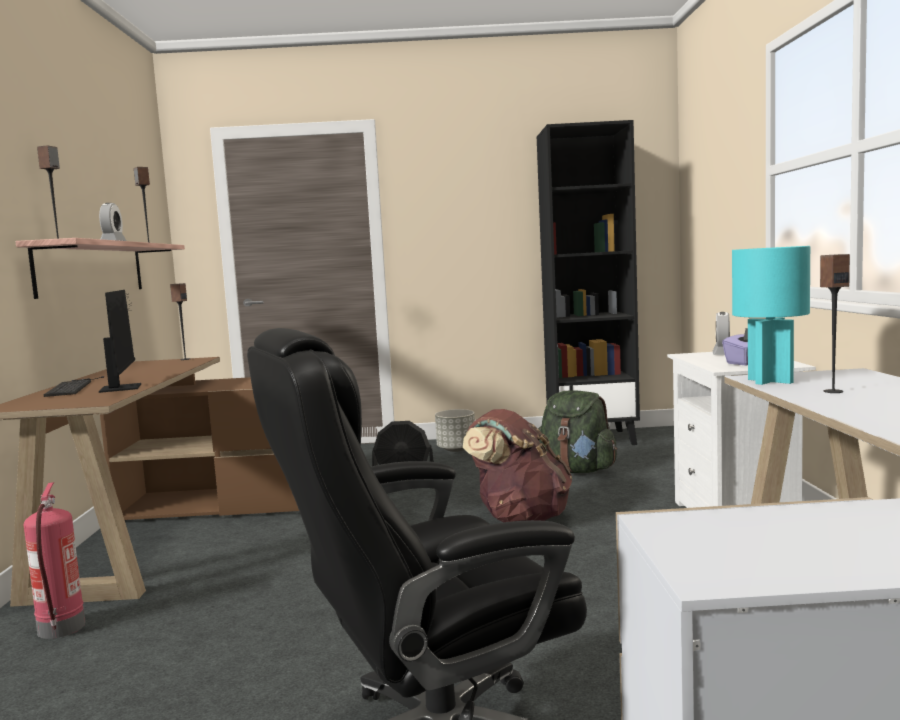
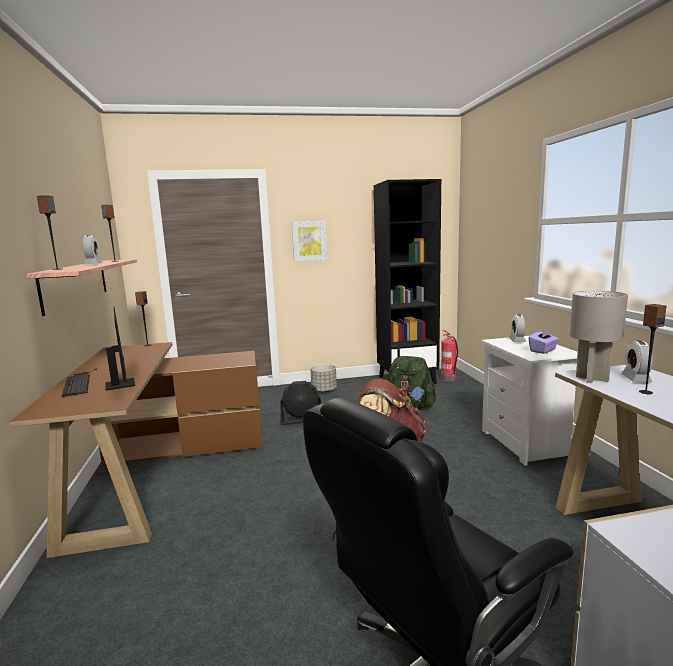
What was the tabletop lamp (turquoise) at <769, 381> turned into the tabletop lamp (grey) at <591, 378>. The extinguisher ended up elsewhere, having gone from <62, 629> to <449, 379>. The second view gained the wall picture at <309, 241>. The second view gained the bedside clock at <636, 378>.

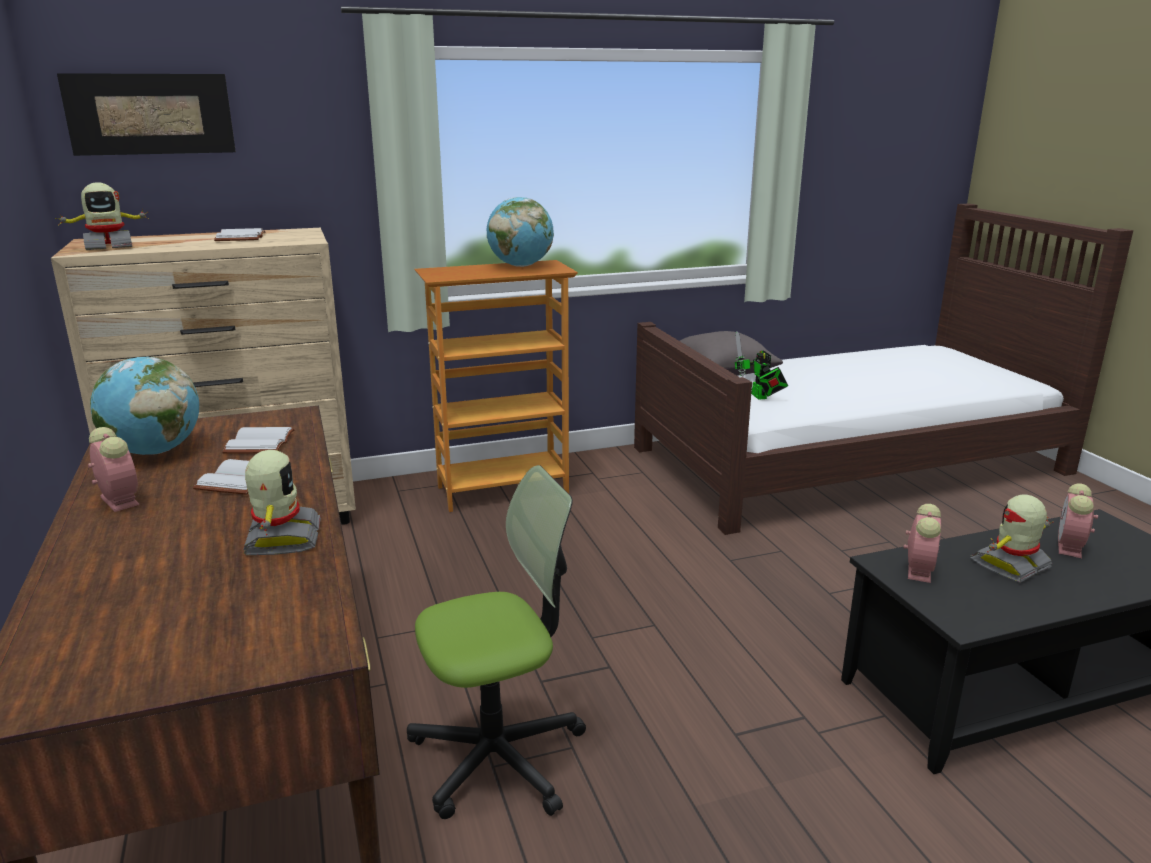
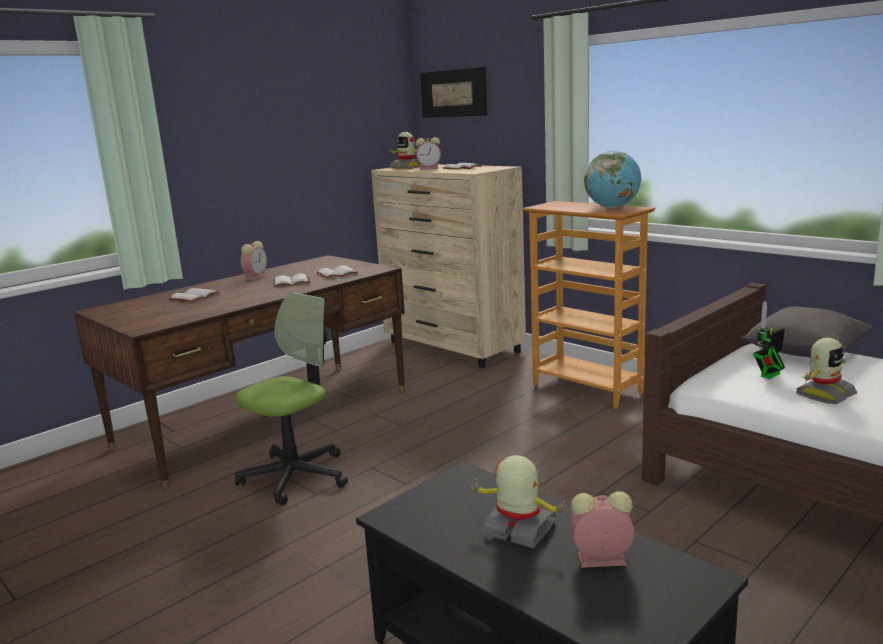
The second view lost the desk globe at <154, 451>. The toy robot ended up elsewhere, having gone from <281, 539> to <824, 394>. The computer chair at <498, 756> ended up facing another way, 90 degrees counterclockwise from before. The bedside clock ended up elsewhere, having gone from <918, 569> to <430, 168>. The second view gained the book (whitish) at <194, 297>.

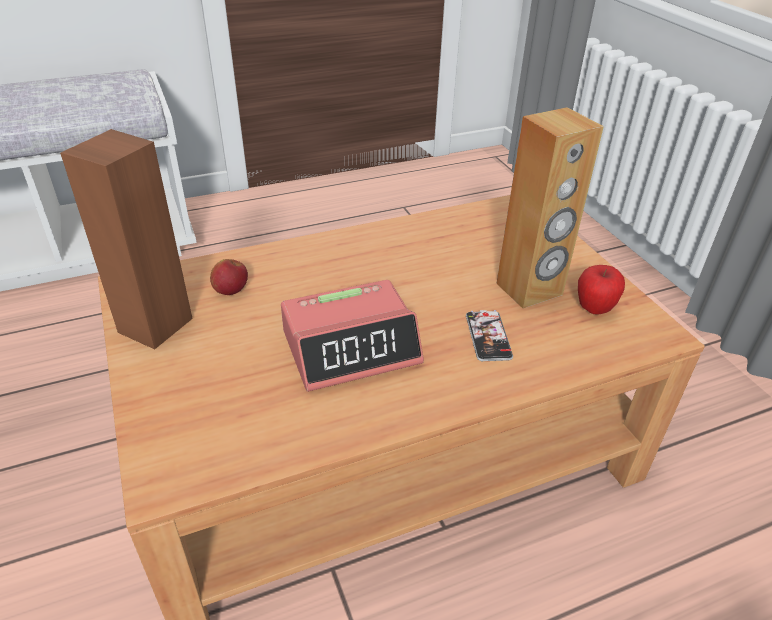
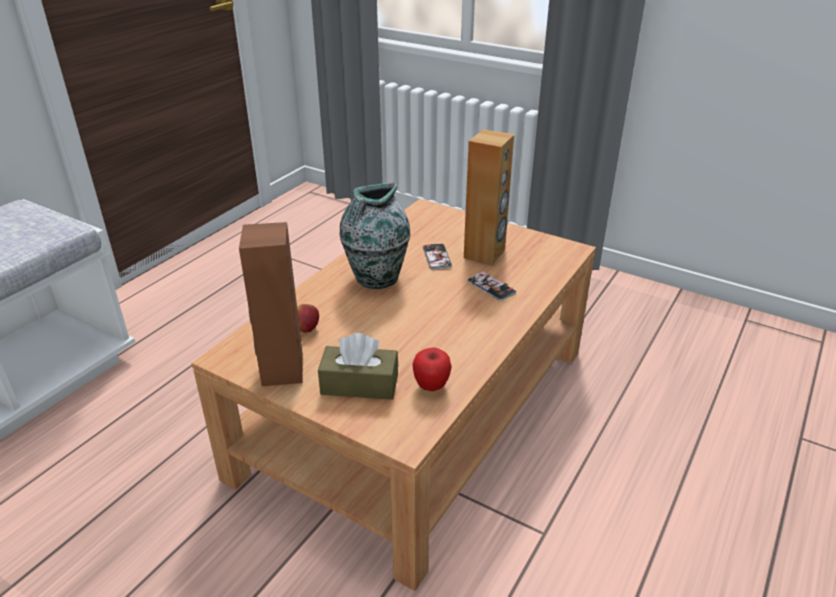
The apple fruit ended up elsewhere, having gone from <594, 309> to <431, 386>. The second view lost the bedside clock at <351, 347>. The second view gained the decorative vase at <376, 278>. The second view gained the handset at <437, 257>. The second view gained the tissue box (brownish) at <359, 384>.

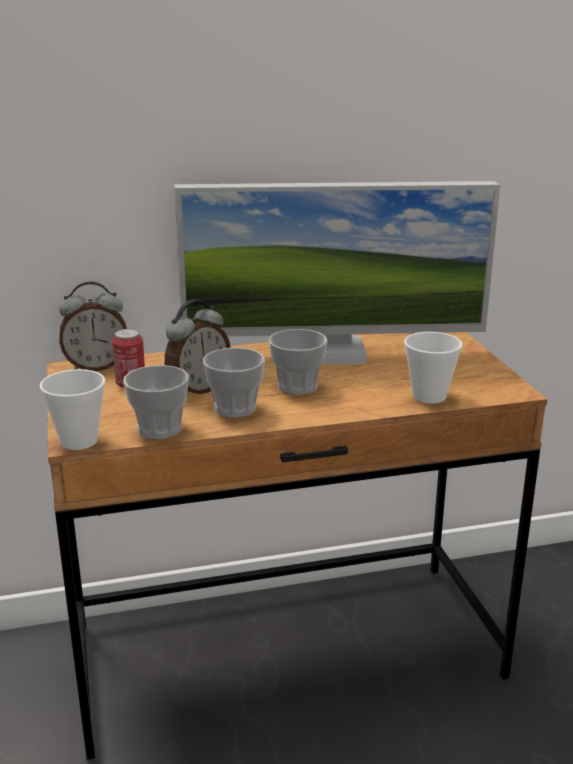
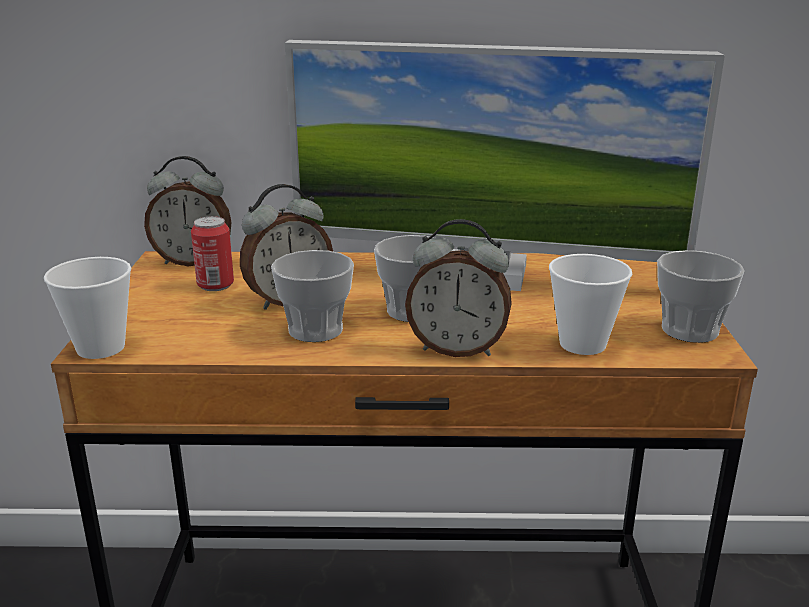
The drinking cup ended up elsewhere, having gone from <159, 429> to <689, 330>. The second view gained the bedside clock at <457, 349>.

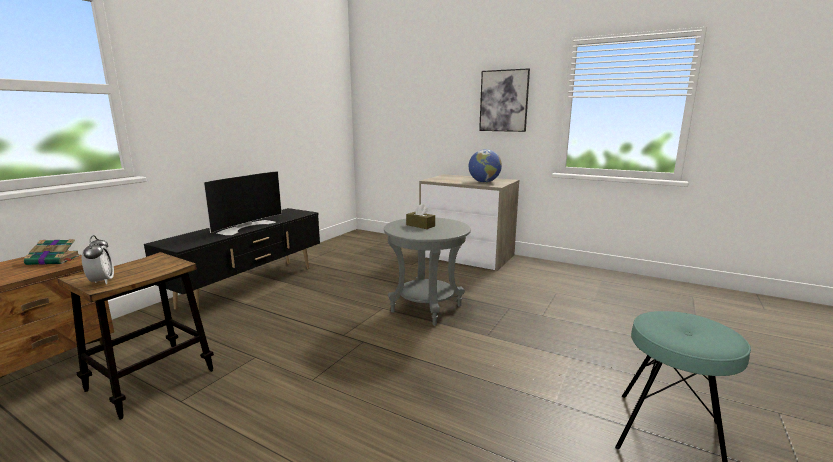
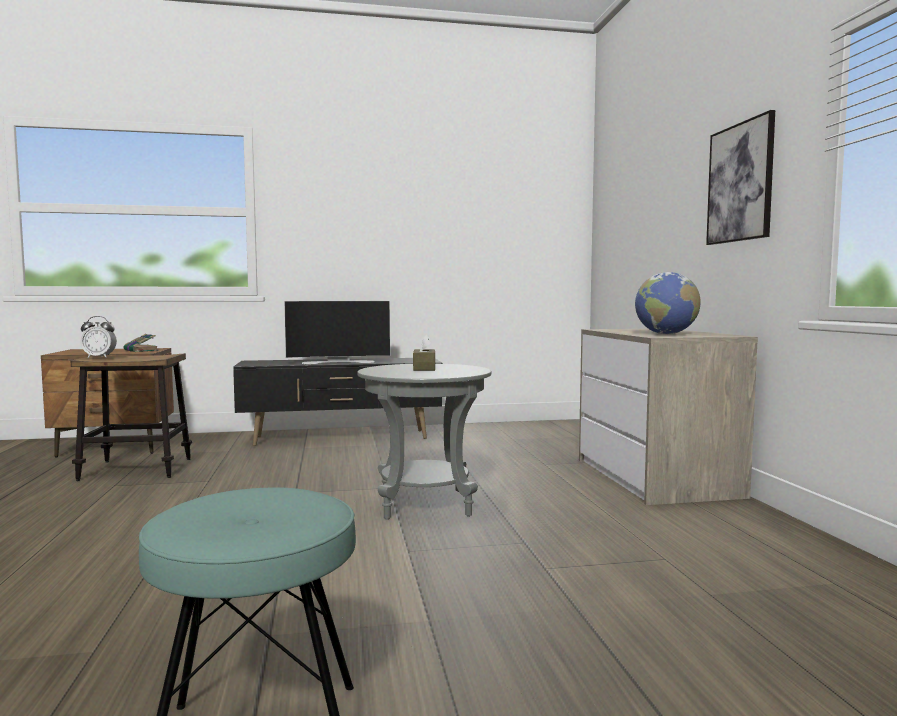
The bedside clock at <102, 281> ended up facing another way, 60 degrees clockwise from before.

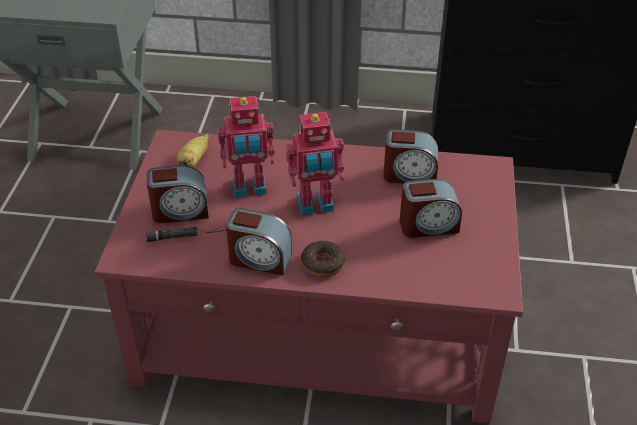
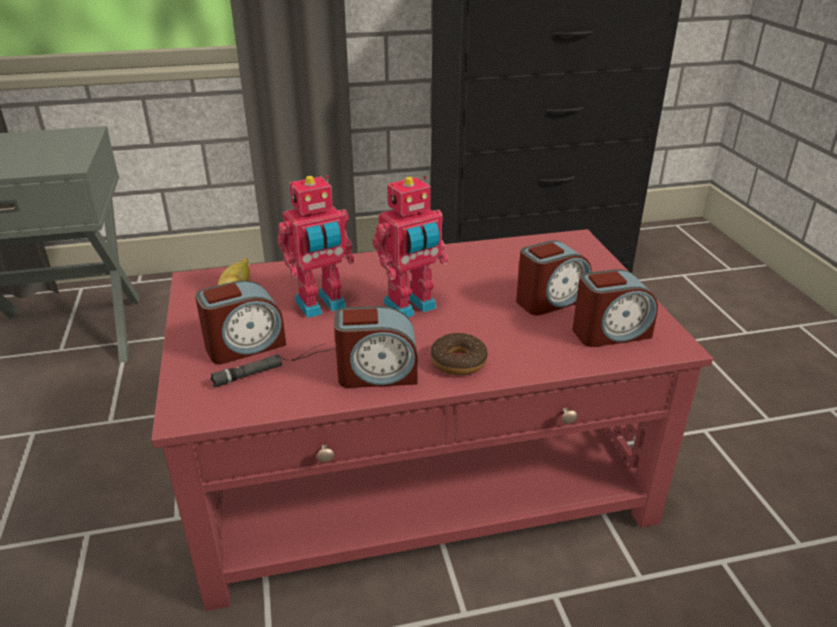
The bedside clock ended up elsewhere, having gone from <409, 175> to <610, 333>.

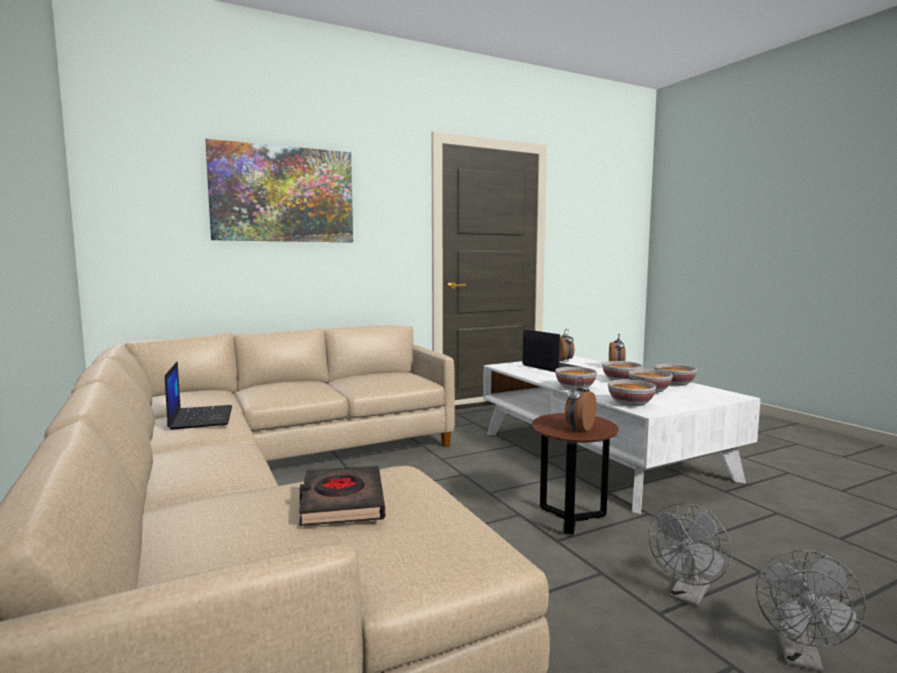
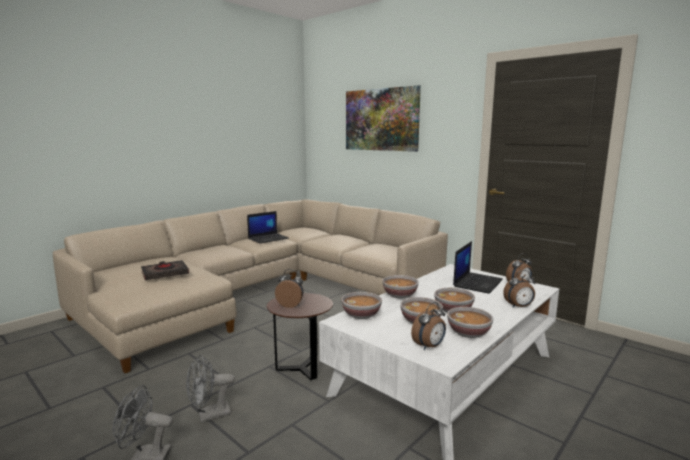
The fan (grey) at <688, 596> ended up facing another way, 45 degrees counterclockwise from before. The second view gained the bedside clock at <429, 346>.

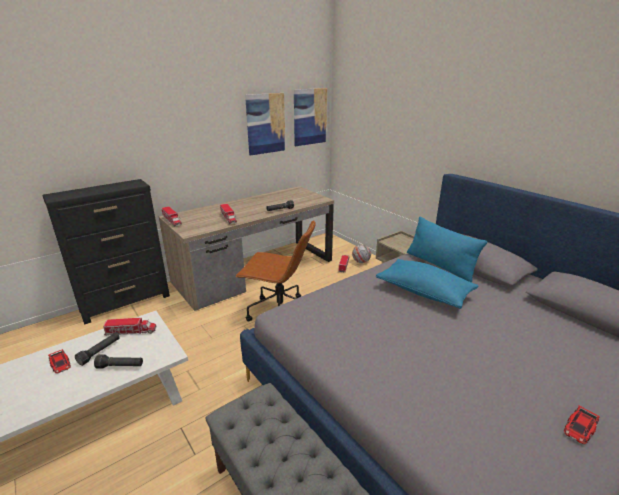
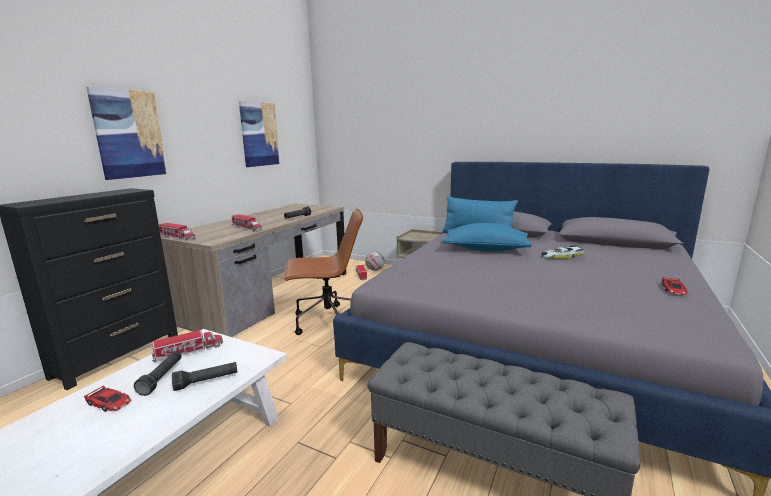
The wall picture ended up elsewhere, having gone from <310, 117> to <129, 134>. The second view gained the toy car at <560, 256>.

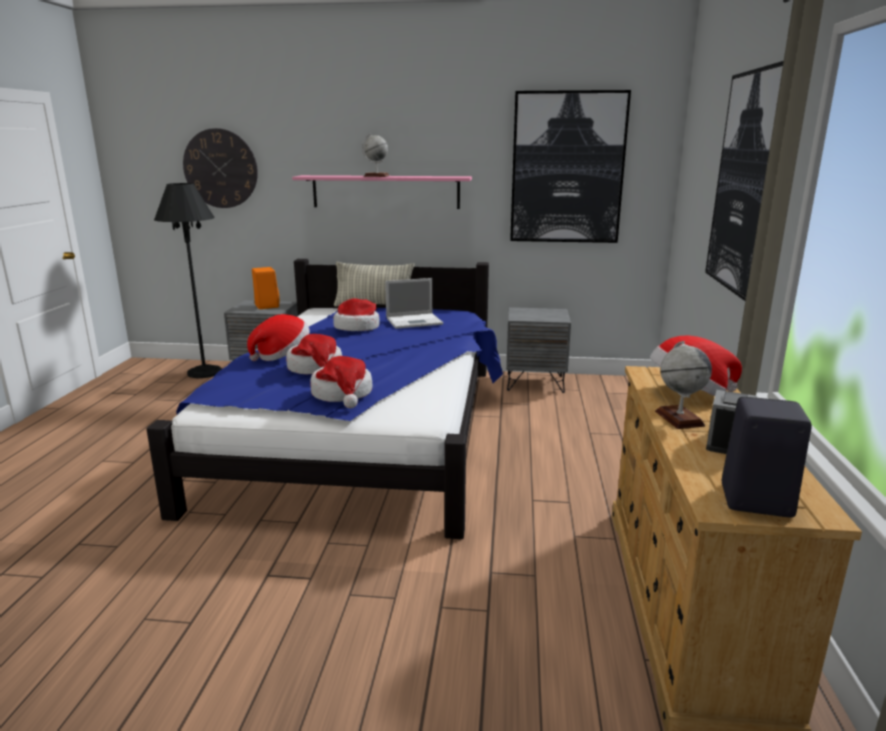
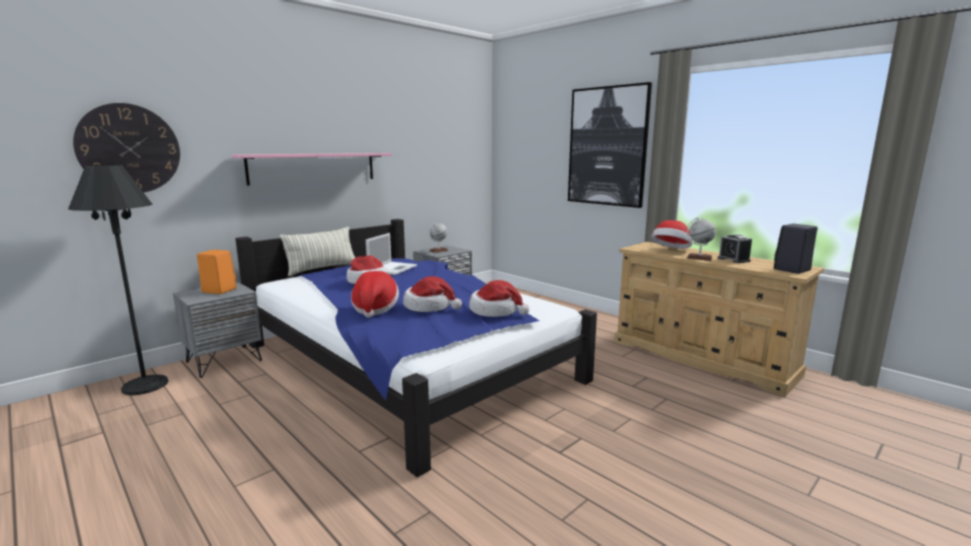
The second view lost the wall picture at <567, 168>. The desk globe ended up elsewhere, having gone from <376, 176> to <438, 251>.

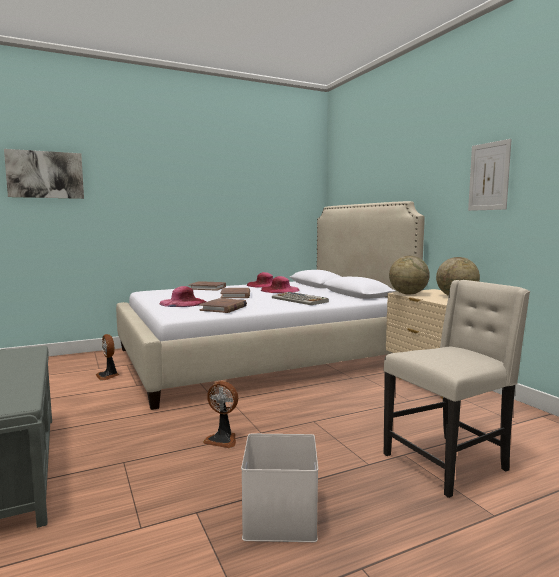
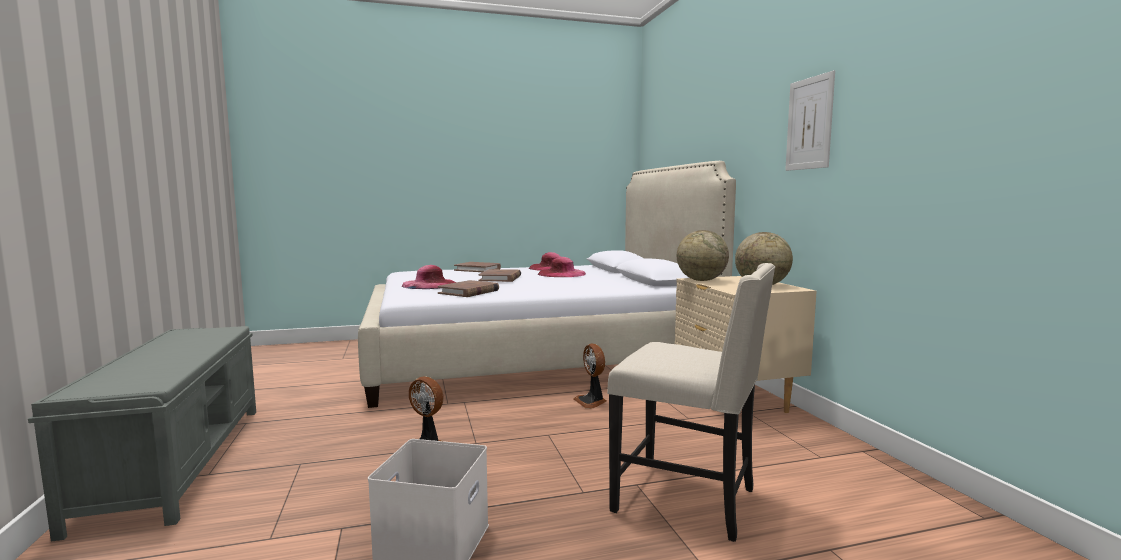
The second view lost the wall picture at <45, 174>. The plain chair (sand-coloured) at <447, 463> ended up facing another way, 45 degrees clockwise from before. The second view lost the keyboard at <300, 300>. The fan ended up elsewhere, having gone from <108, 376> to <591, 402>.

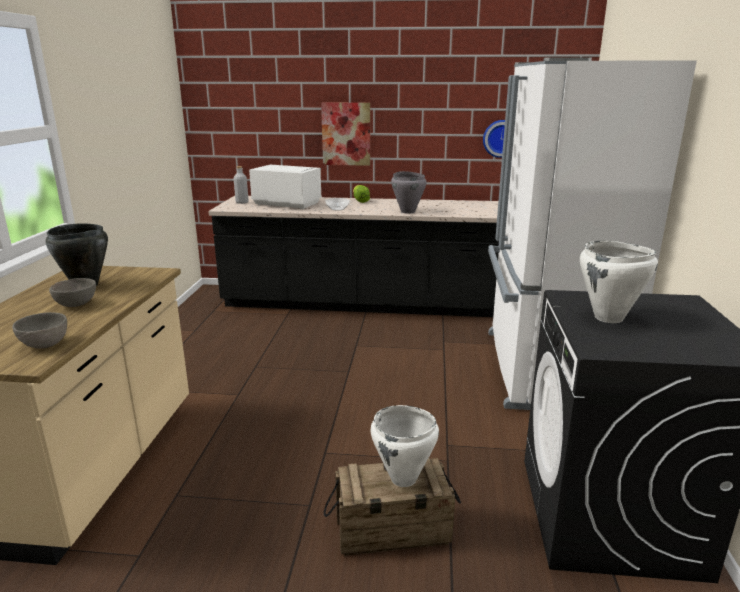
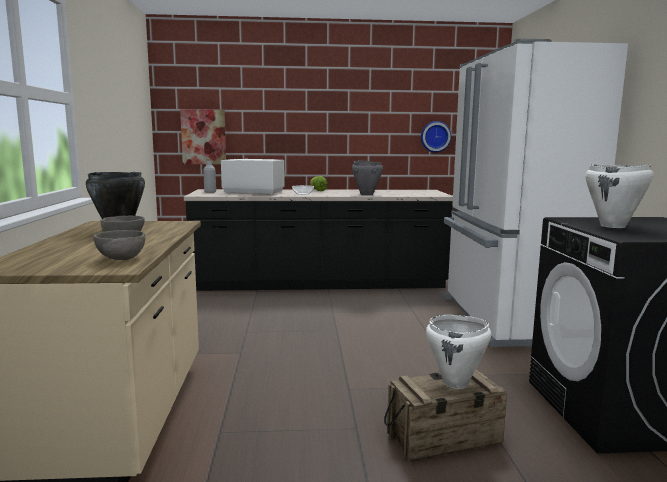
The wall picture ended up elsewhere, having gone from <346, 134> to <203, 137>.

